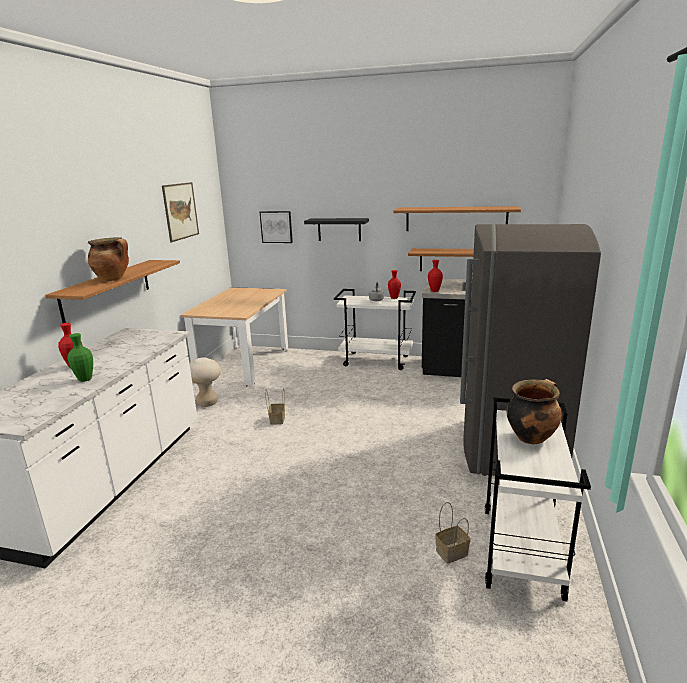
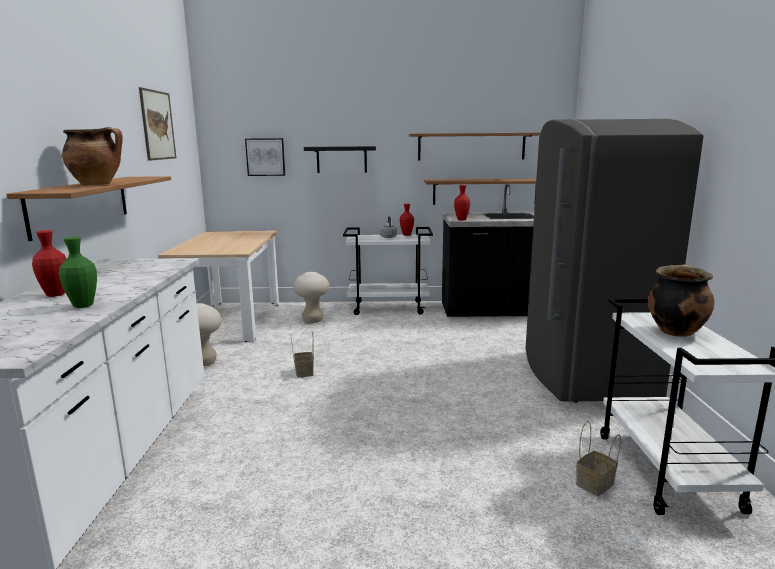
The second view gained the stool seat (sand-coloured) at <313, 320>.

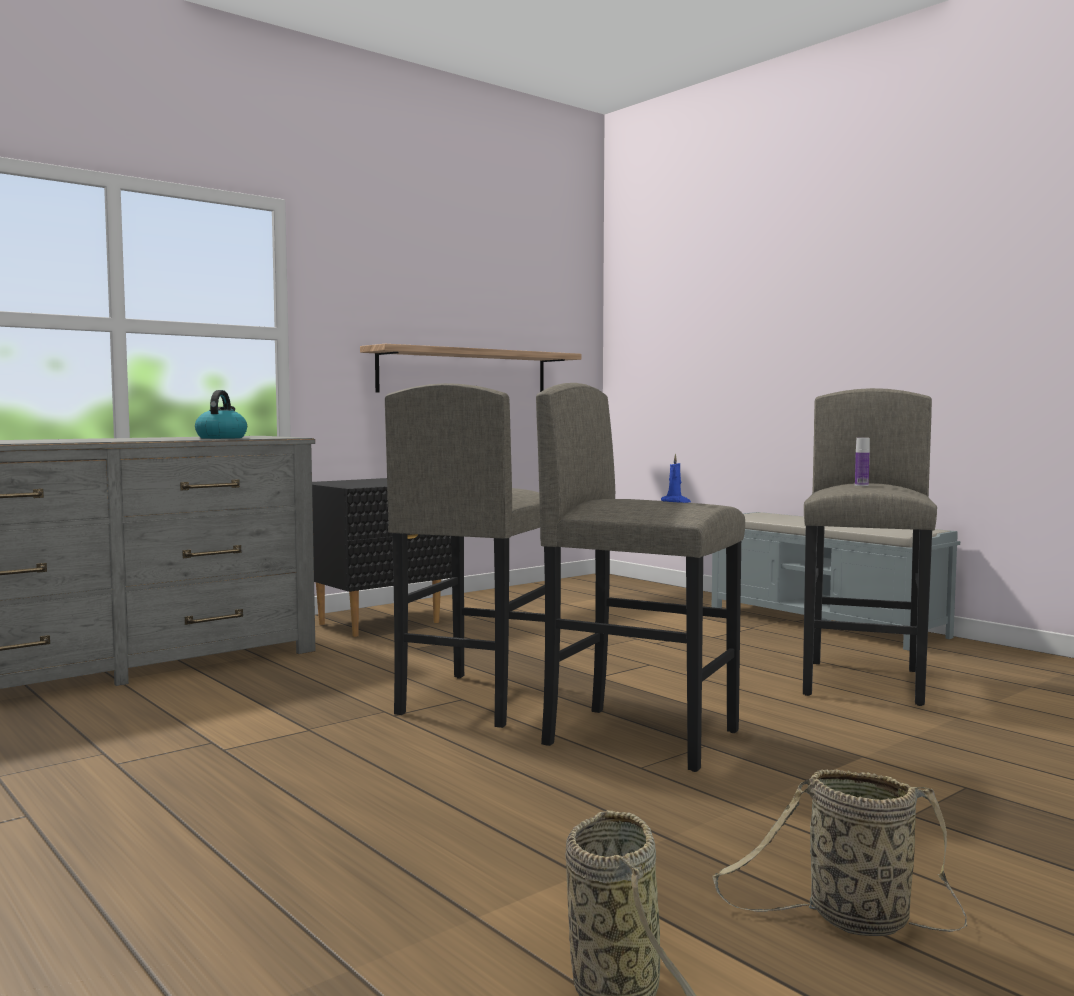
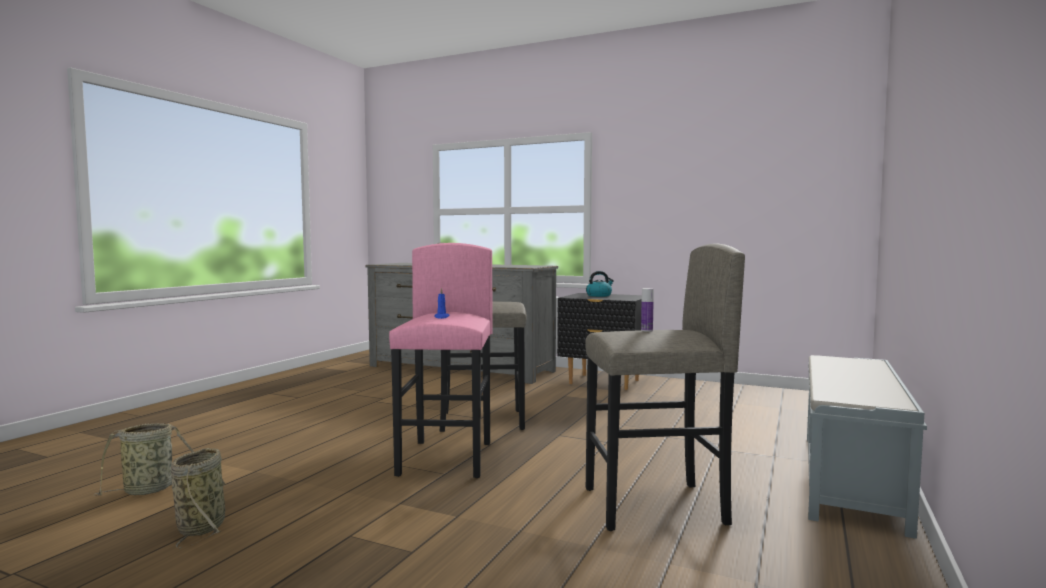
The second view lost the bracket shelf at <464, 372>. What was the stool seat (grey) at <641, 737> turned into the stool seat (pink) at <447, 458>. The water kettle ended up elsewhere, having gone from <221, 438> to <599, 295>.

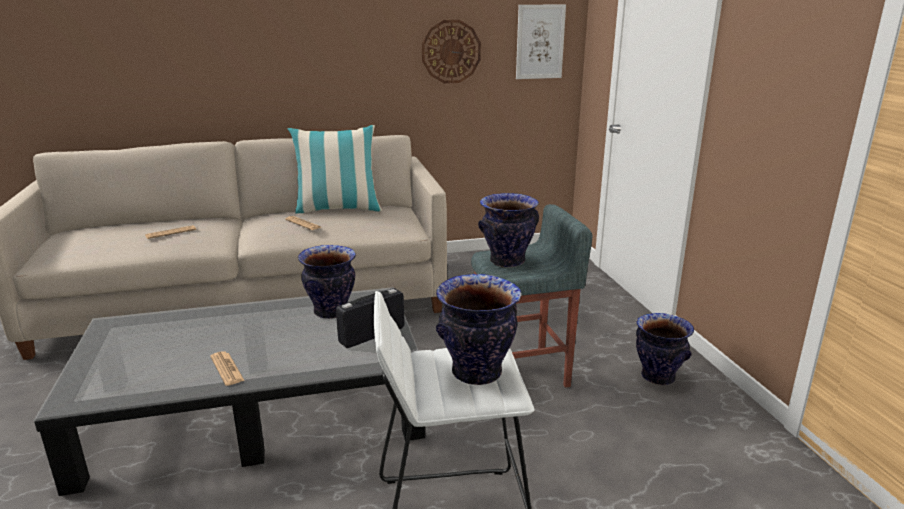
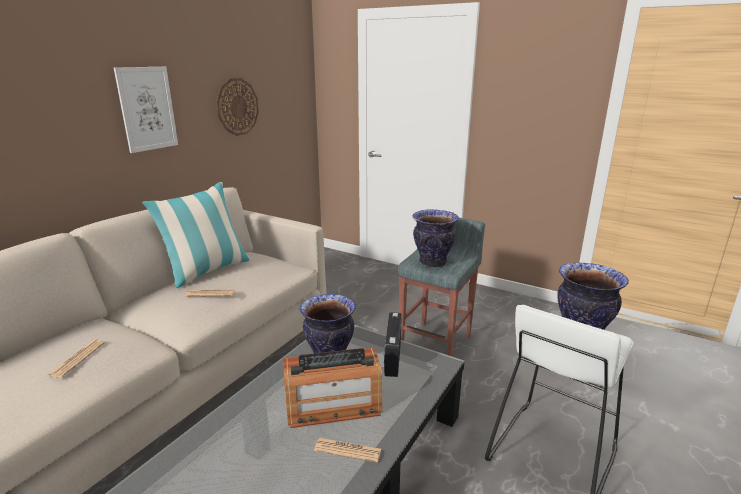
The wall picture ended up elsewhere, having gone from <540, 42> to <147, 109>. The second view lost the decorative vase at <658, 377>. The second view gained the radio at <333, 406>.

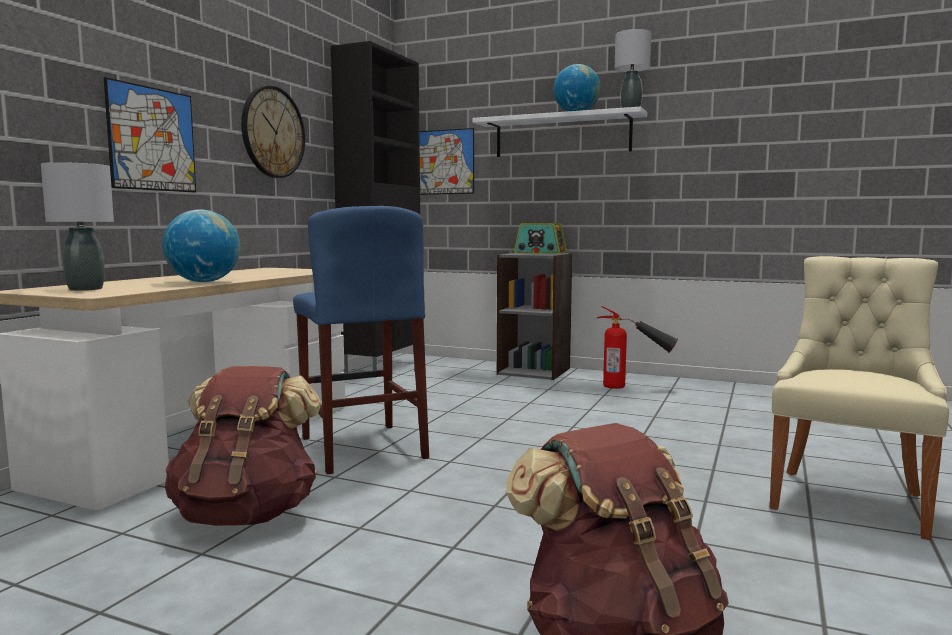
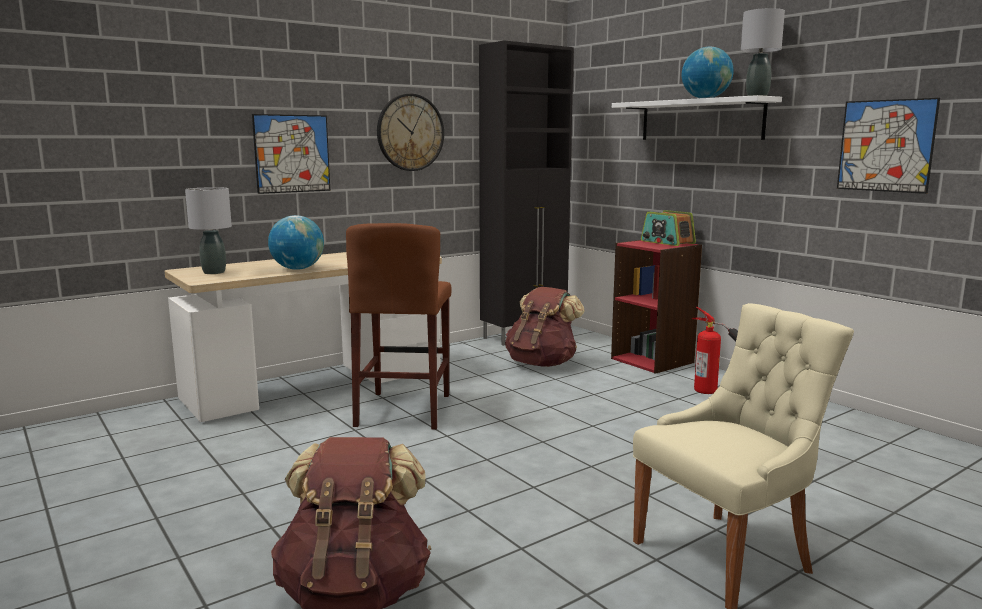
The wall picture ended up elsewhere, having gone from <445, 162> to <885, 146>. What was the stool seat (blue-coloured) at <362, 447> turned into the stool seat (brownish) at <404, 410>. What was the bookcase (grey) at <534, 371> turned into the bookcase (reddish) at <653, 360>. The knapsack (brownish) ended up elsewhere, having gone from <247, 514> to <542, 364>.

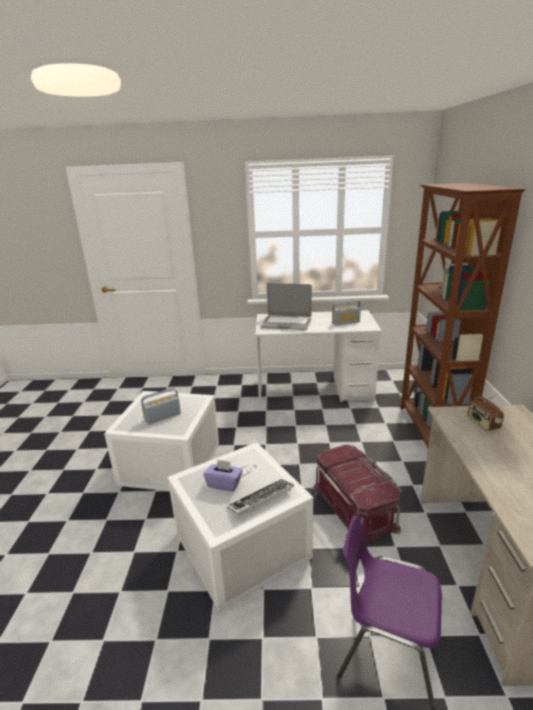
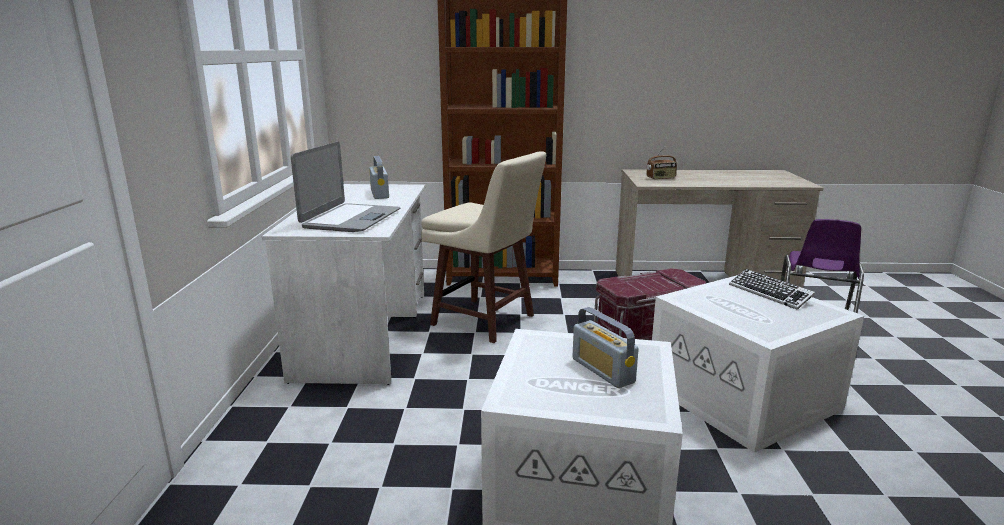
The second view lost the tissue box (purple-coloured) at <224, 484>. The second view gained the stool seat (sand-coloured) at <485, 321>.

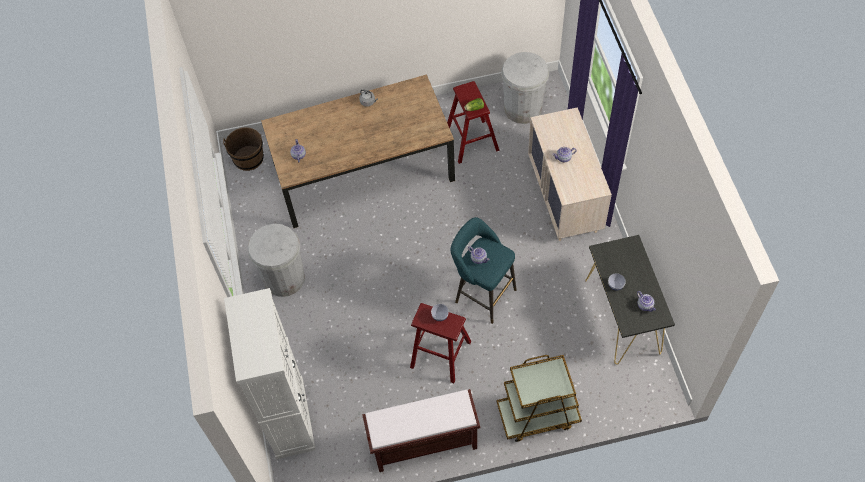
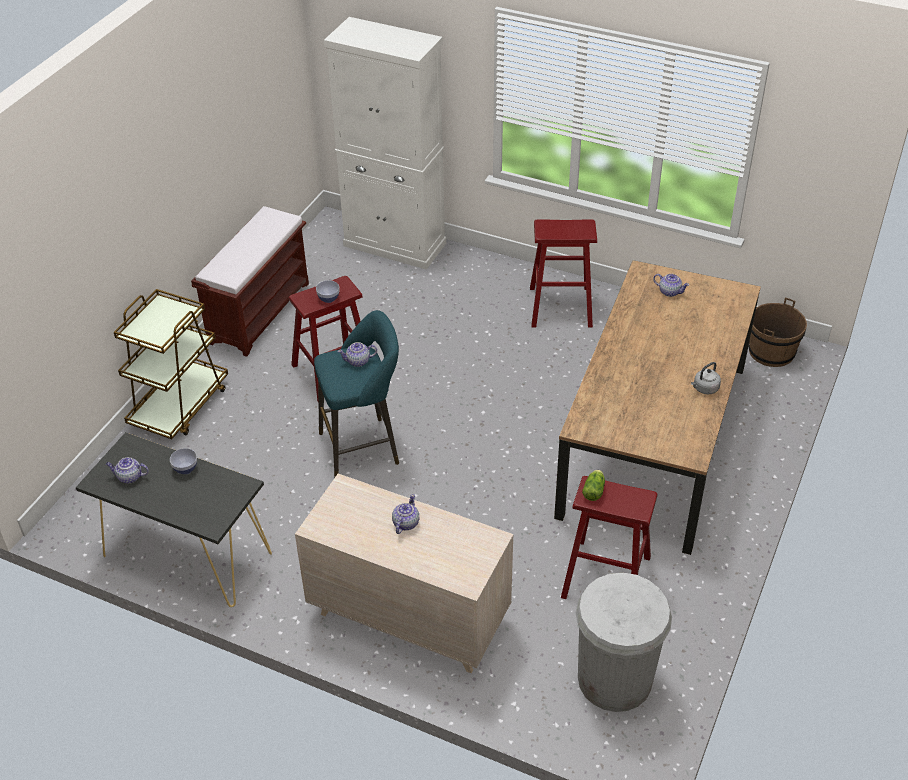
Where the waste bin (whitish) stood at <284, 278>, the stool seat (reddish) came to stand at <560, 307>.

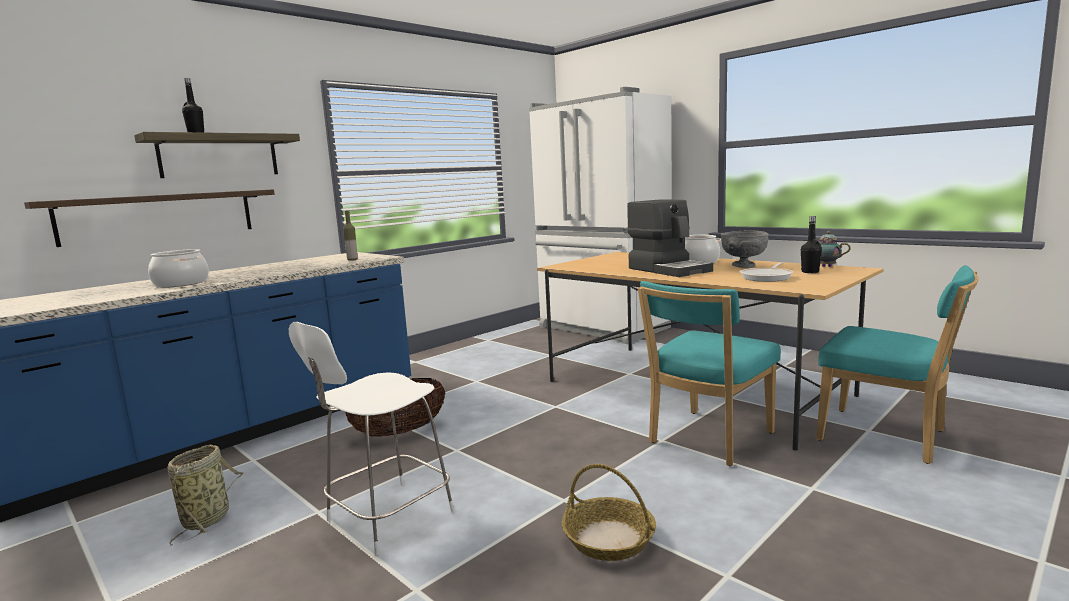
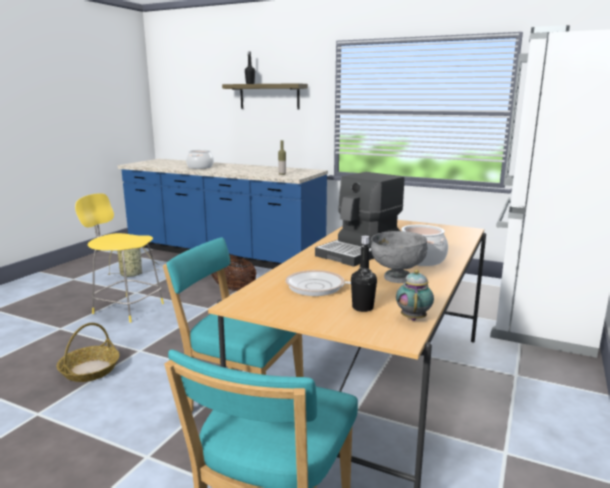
The second view lost the bracket shelf at <159, 216>. What was the stool seat (whitish) at <386, 518> turned into the stool seat (yellowish) at <126, 308>.

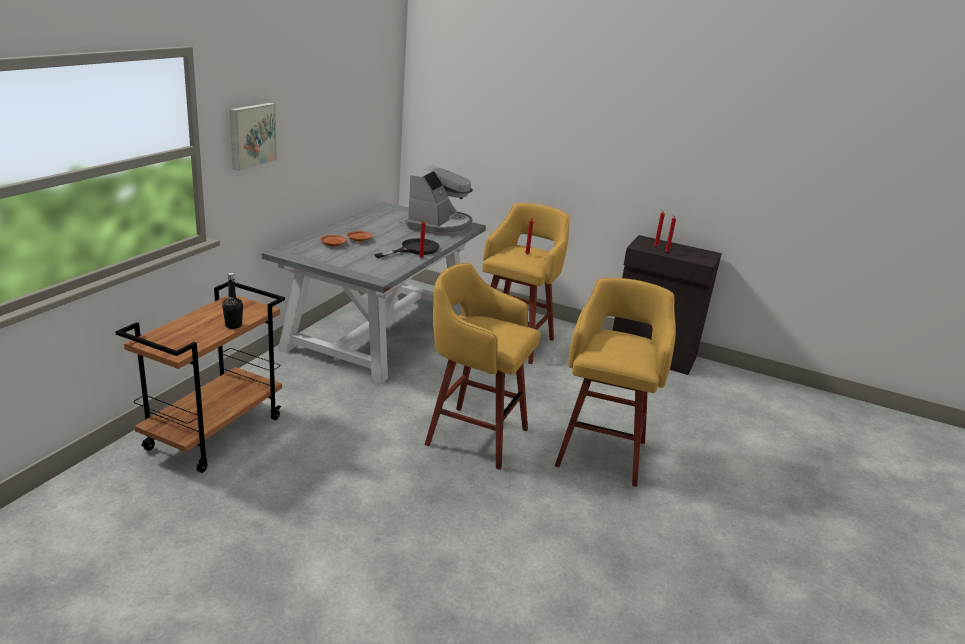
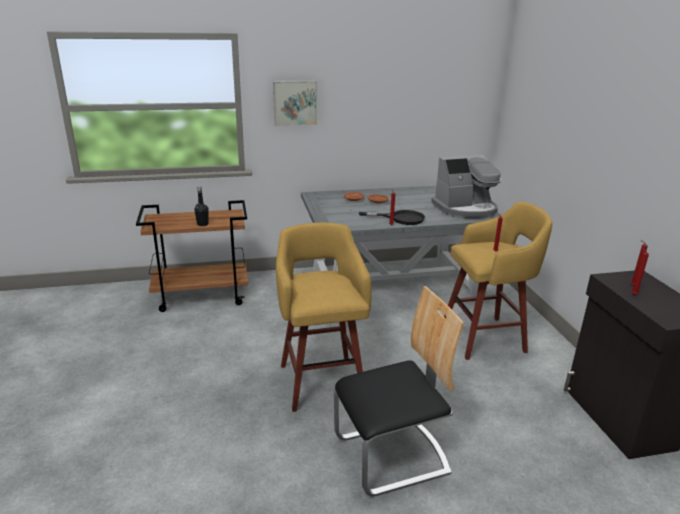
Where the stool seat (yellowish) stood at <602, 451>, the plain chair came to stand at <392, 456>.

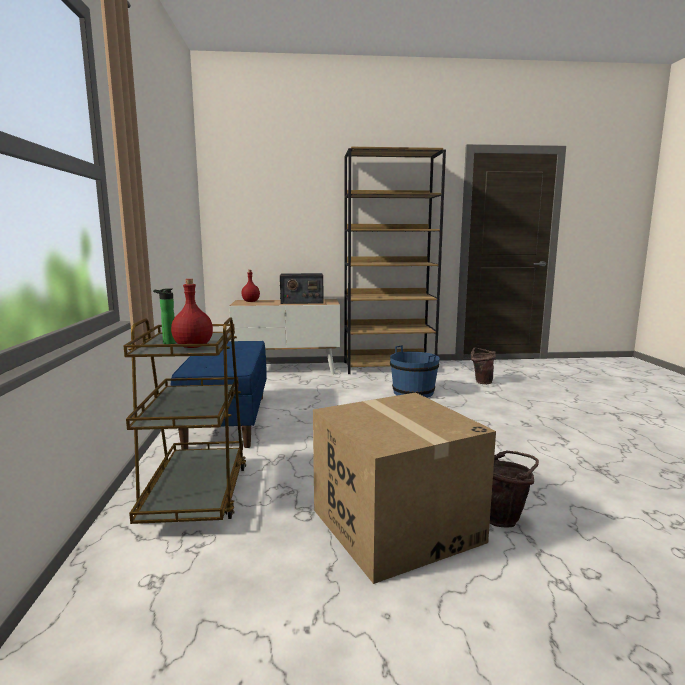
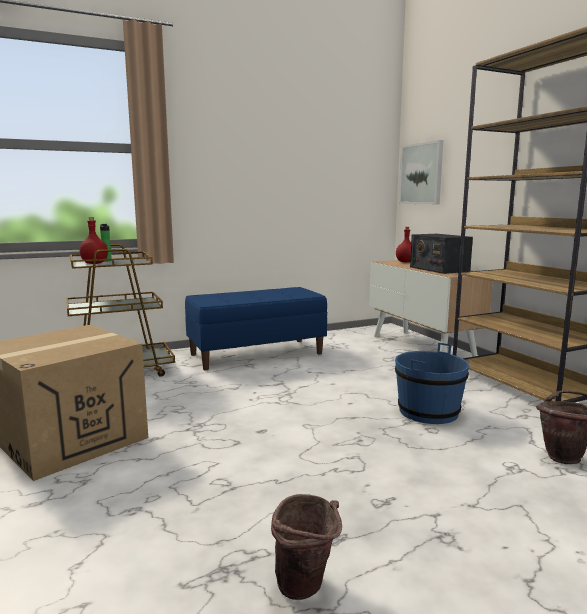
The pail (brownish) ended up elsewhere, having gone from <504, 518> to <306, 589>. The second view gained the wall picture at <421, 174>.

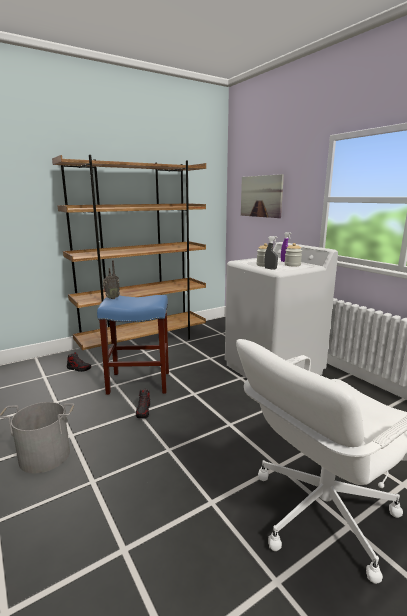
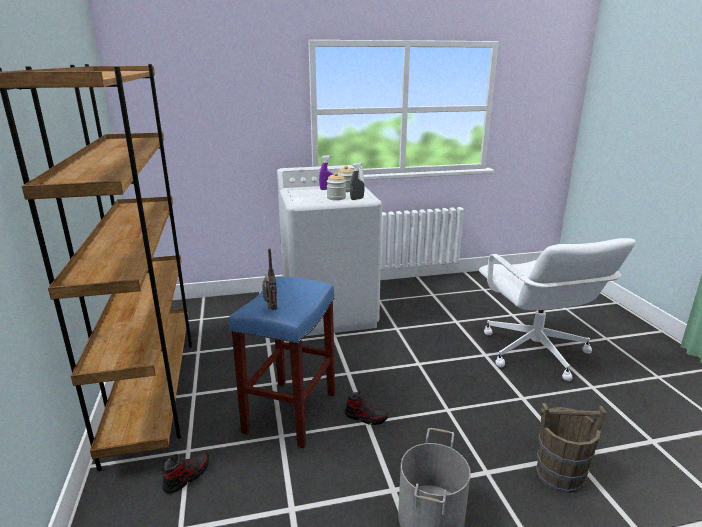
The second view lost the wall picture at <261, 196>. The second view gained the pail (brownish) at <560, 475>.

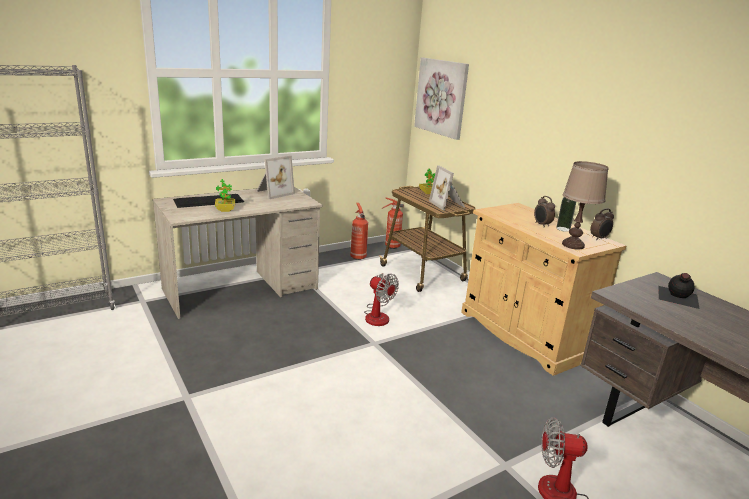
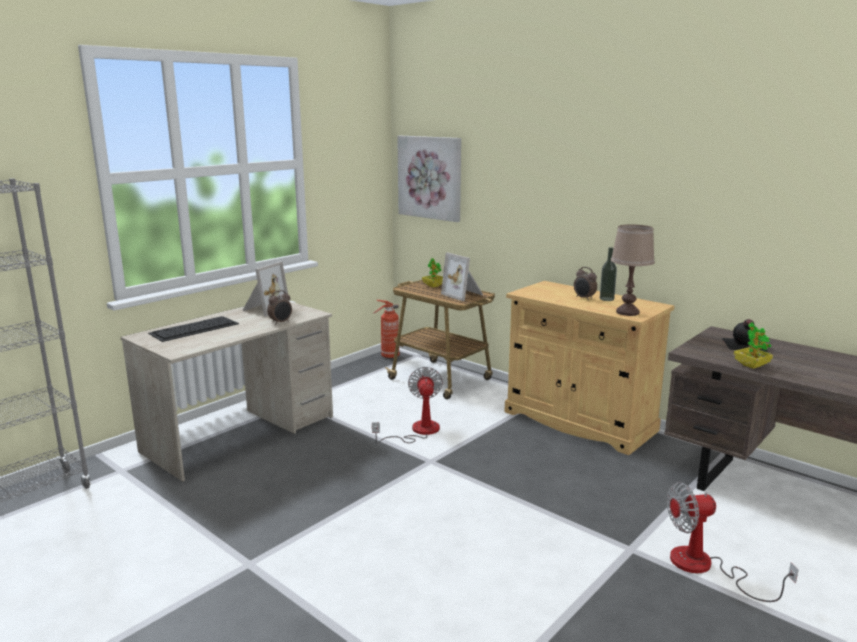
The houseplant ended up elsewhere, having gone from <225, 210> to <751, 365>. The second view lost the extinguisher at <357, 257>. The bedside clock ended up elsewhere, having gone from <599, 238> to <281, 322>. The fan at <378, 315> ended up facing another way, 120 degrees counterclockwise from before.

